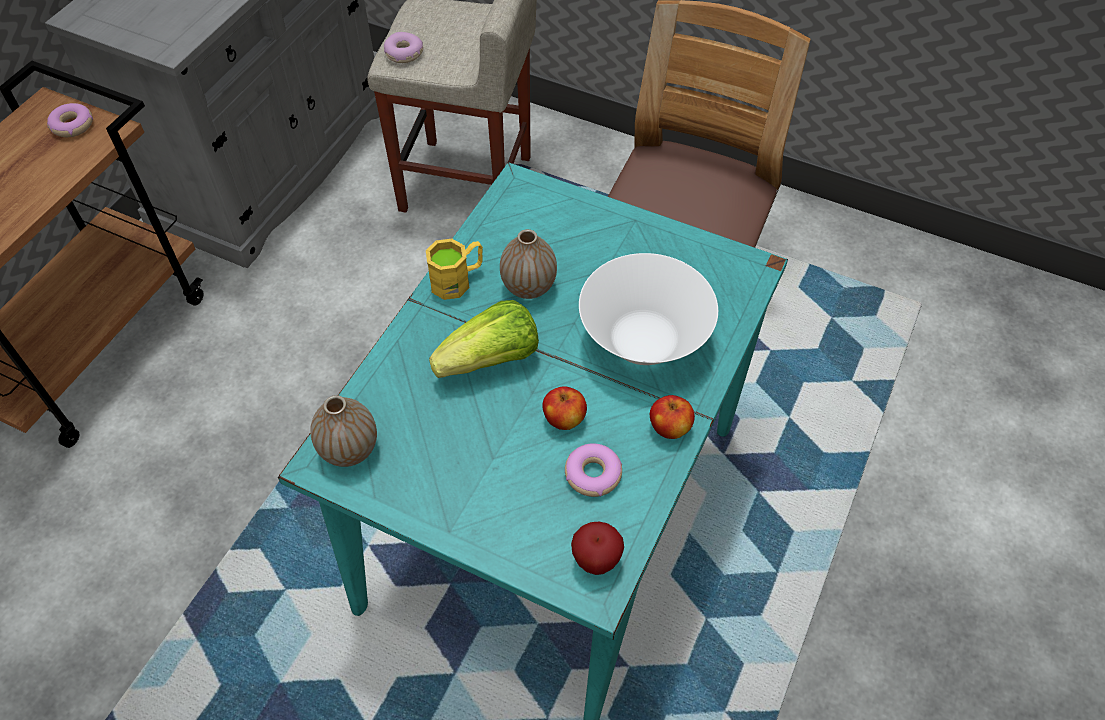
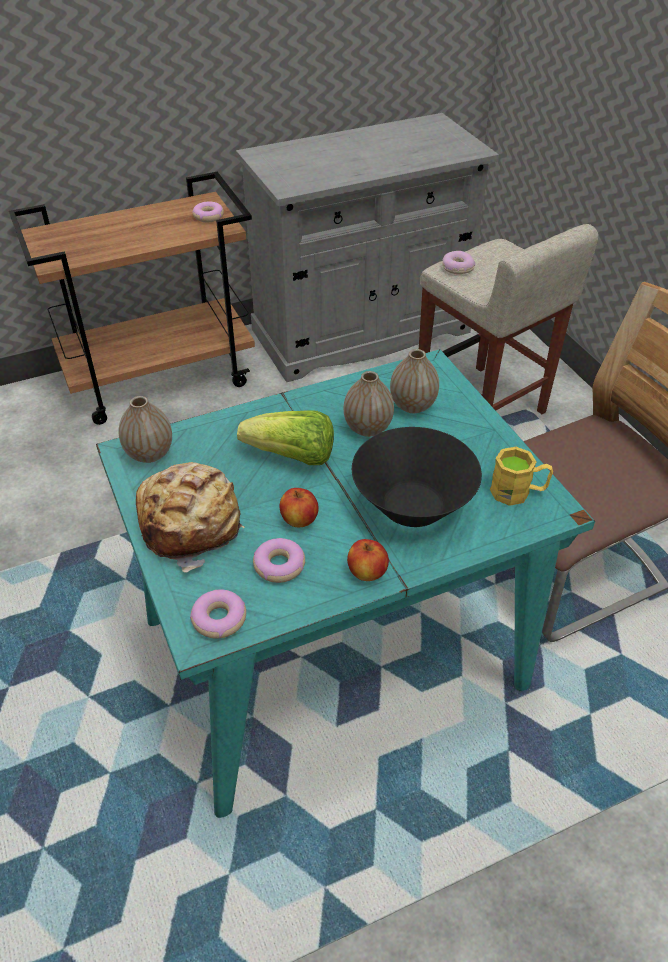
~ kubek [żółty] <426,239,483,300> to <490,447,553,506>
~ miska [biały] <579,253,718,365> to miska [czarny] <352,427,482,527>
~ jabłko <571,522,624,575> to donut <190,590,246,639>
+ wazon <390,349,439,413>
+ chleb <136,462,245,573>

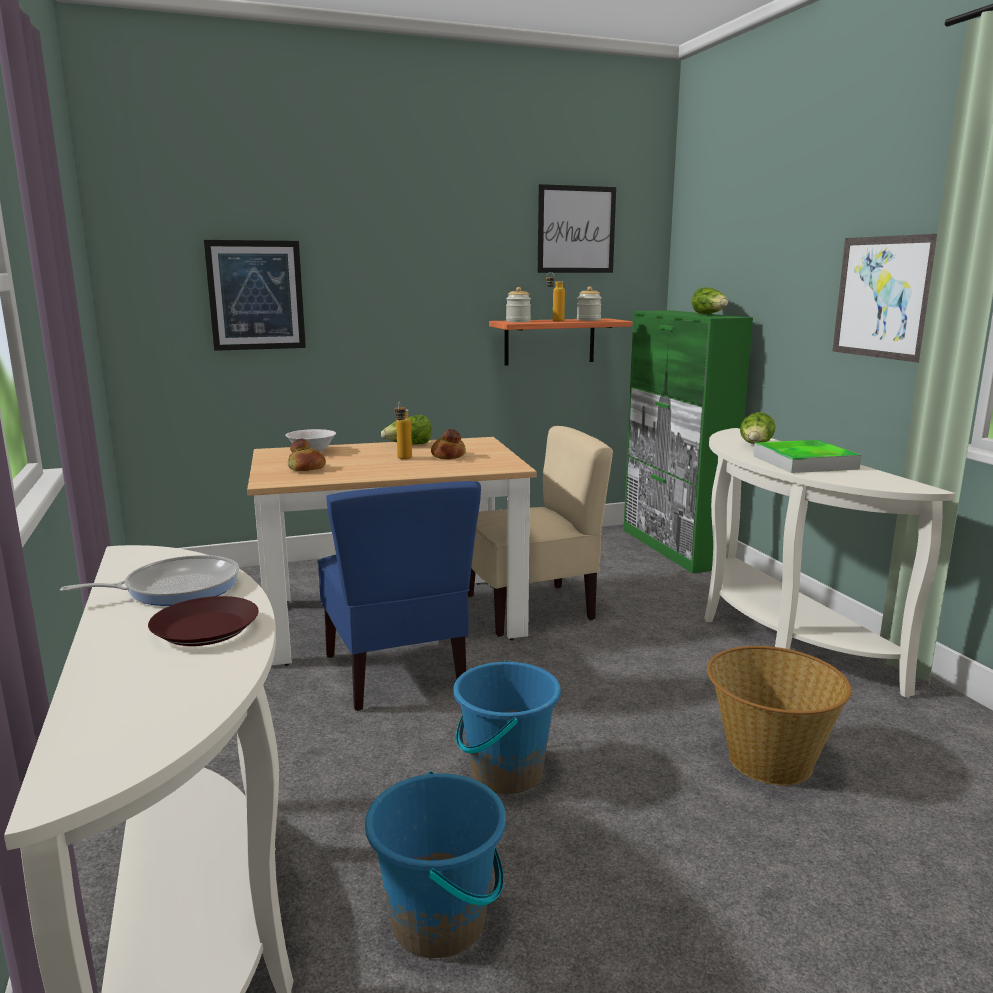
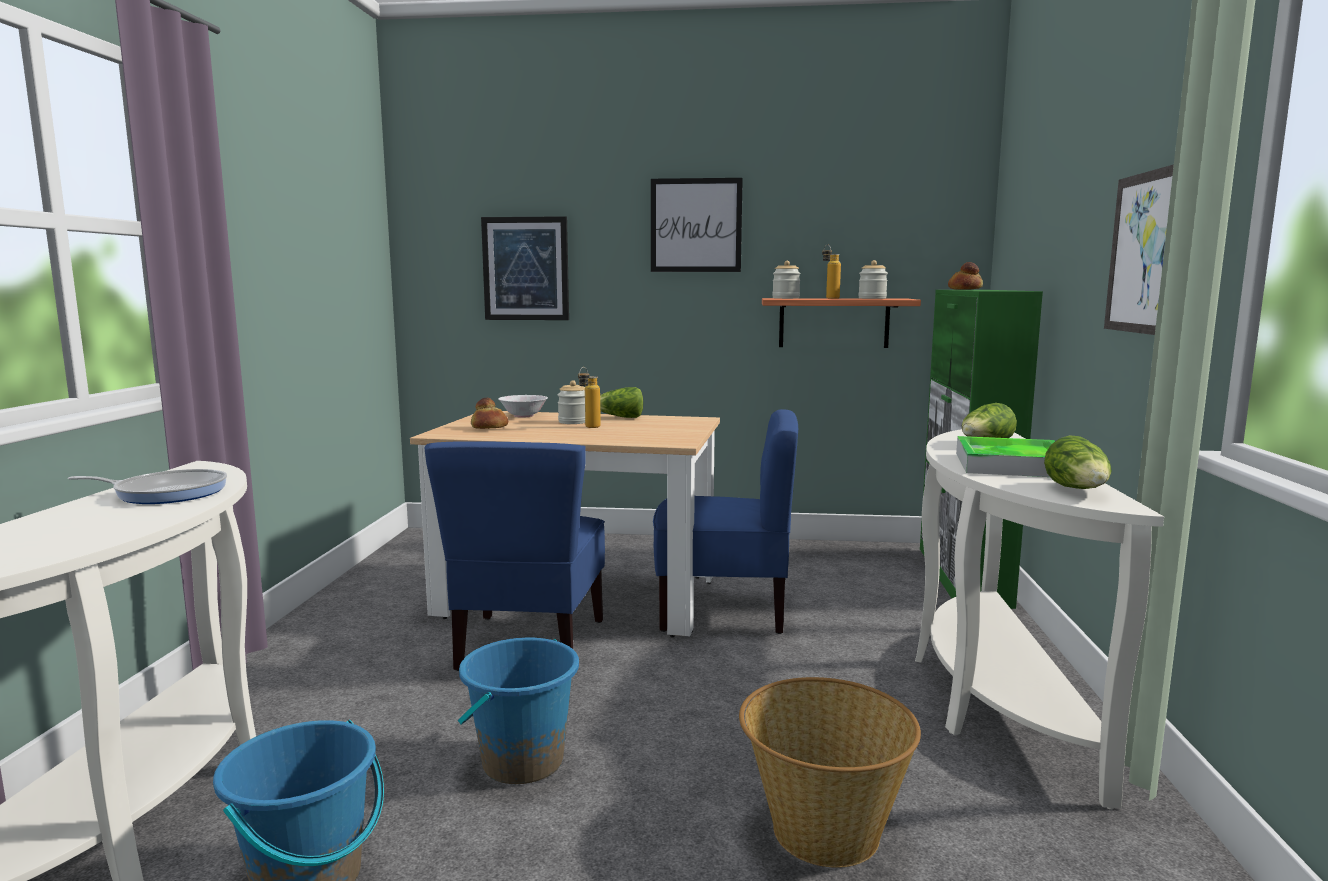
~ obraz <537,184,616,273> to <651,178,743,272>
~ sałata <692,287,728,314> to <1044,436,1112,489>
~ krzesło [beżowy] <468,426,613,637> to krzesło [niebieski] <653,409,798,634>
~ chleb <431,429,466,459> to <948,262,983,290>
- talerz [brązowy] <148,596,258,646>
+ słoik <558,380,585,424>

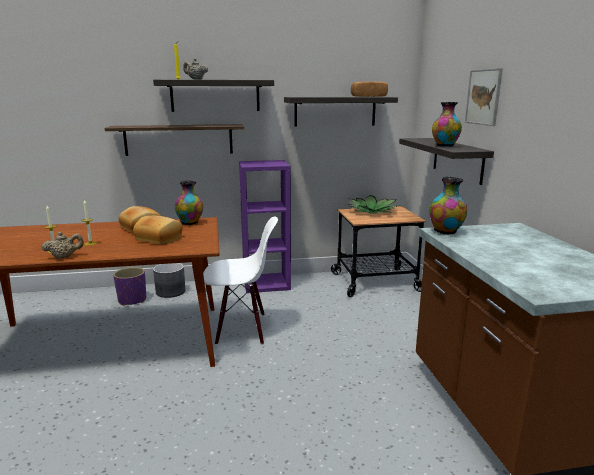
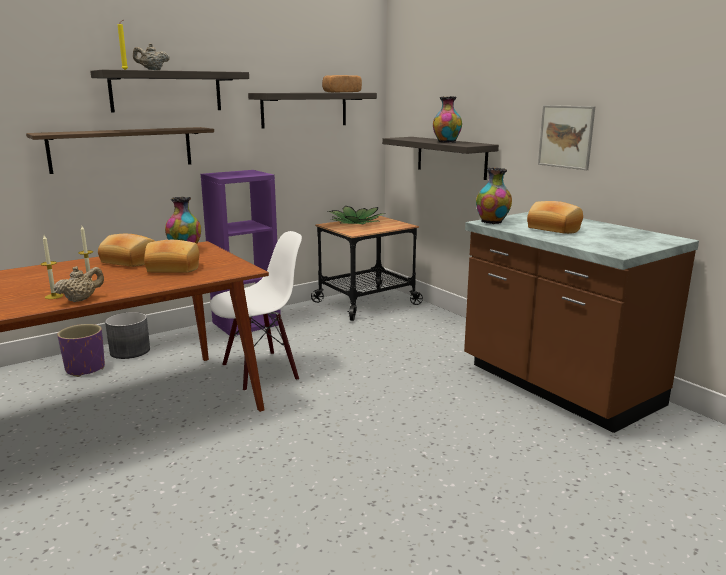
~ obraz <465,68,503,126> to <538,105,595,170>
+ chleb <527,201,583,234>

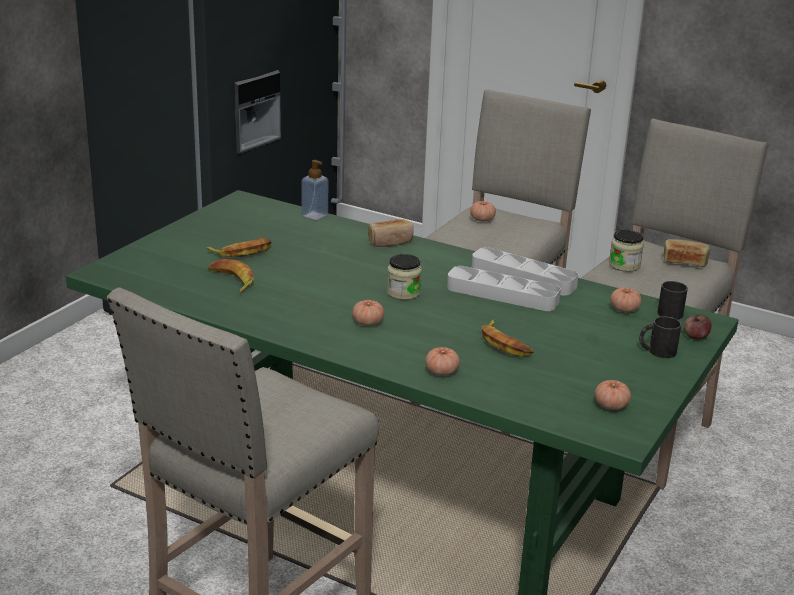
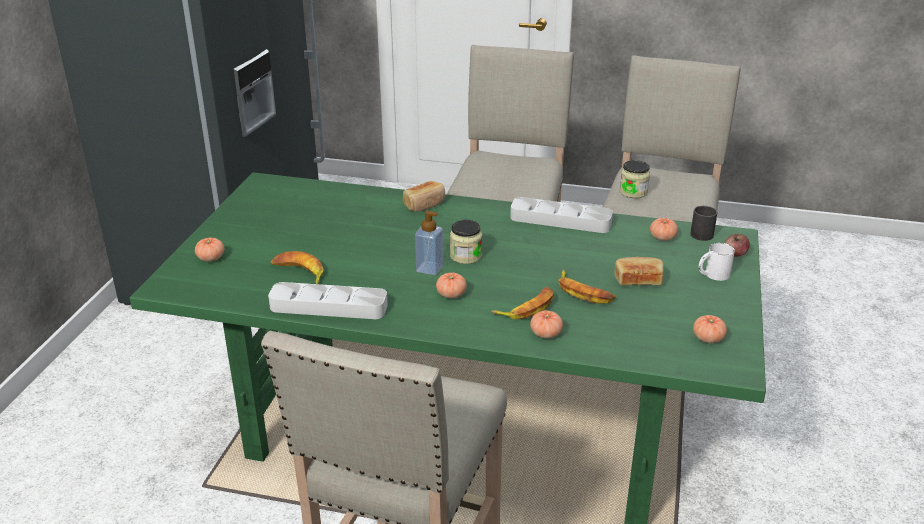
~ dozownik mydła <301,160,328,220> to <415,211,443,275>
~ pomidor <470,201,496,222> to <195,238,224,261>
~ banan <206,238,272,257> to <491,287,554,320>
~ chleb <663,239,710,267> to <615,257,664,285>
~ taca [szary] <447,266,561,311> to <268,282,388,319>
~ kubek [czarny] <639,316,681,358> to kubek [biały] <699,243,735,281>

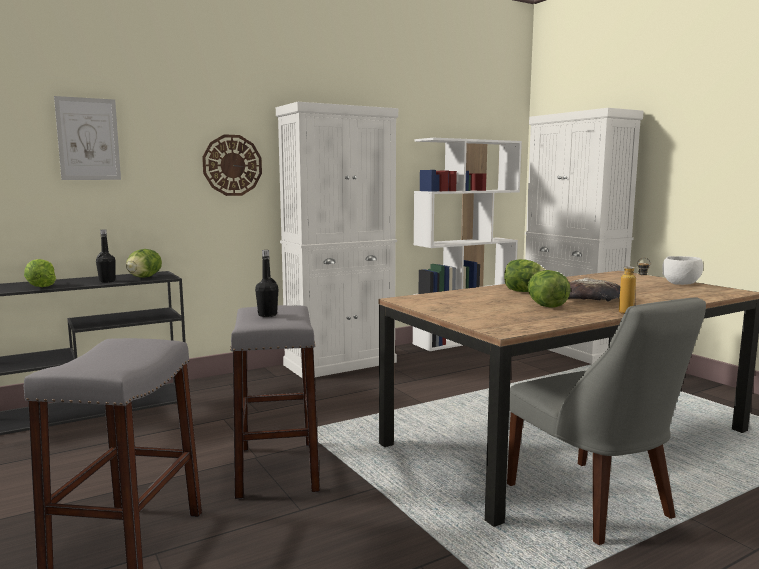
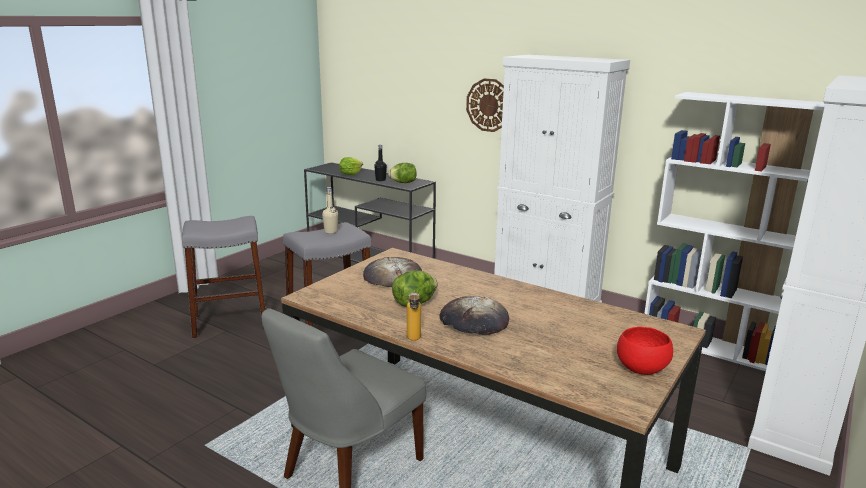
- obraz <54,96,121,180>
~ butelka [czarny] <255,250,278,317> to butelka [beżowy] <322,187,338,234>
~ miska [biały] <662,256,703,285> to miska [czerwony] <617,327,673,375>
- sałata <504,259,546,292>
+ chleb <363,257,422,287>

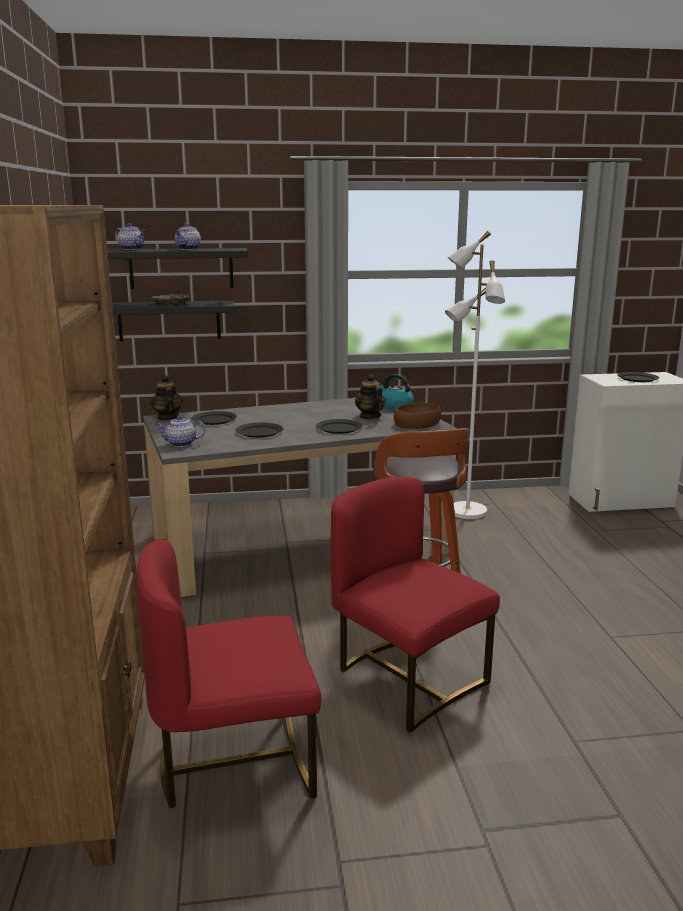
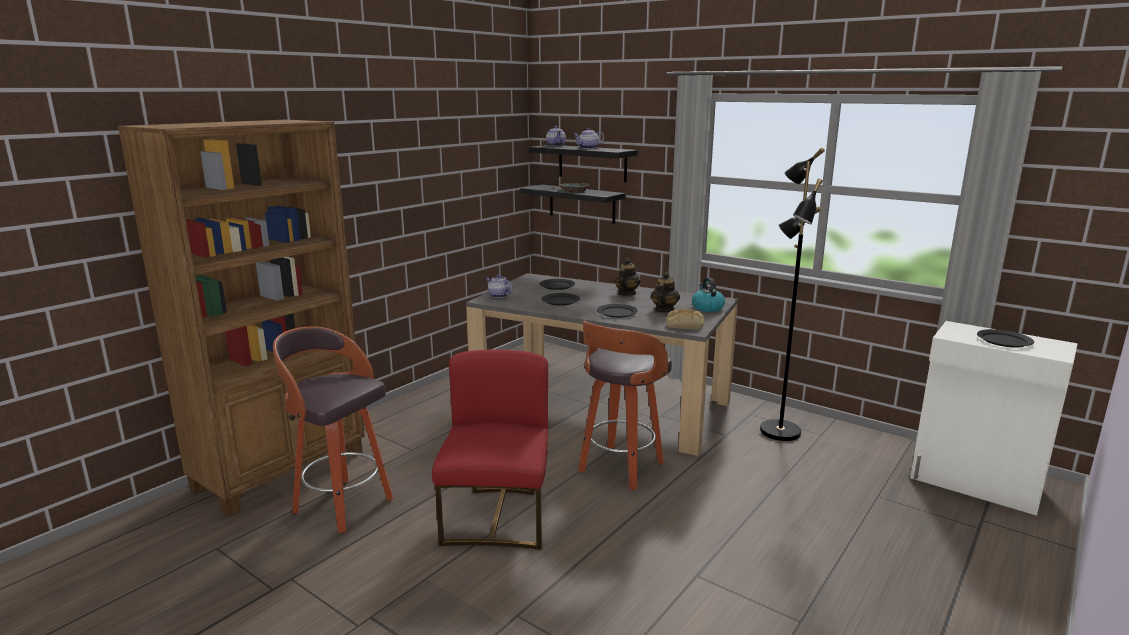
~ lampa stojąca [biały] <445,231,505,519> to lampa stojąca [czarny] <760,147,825,441>
~ imbryk <150,375,183,420> to <614,258,641,296>
~ miska [brązowy] <394,403,441,429> to chleb <666,309,704,330>
~ krzesło [czerwony] <136,539,321,808> to stołek <273,326,393,533>

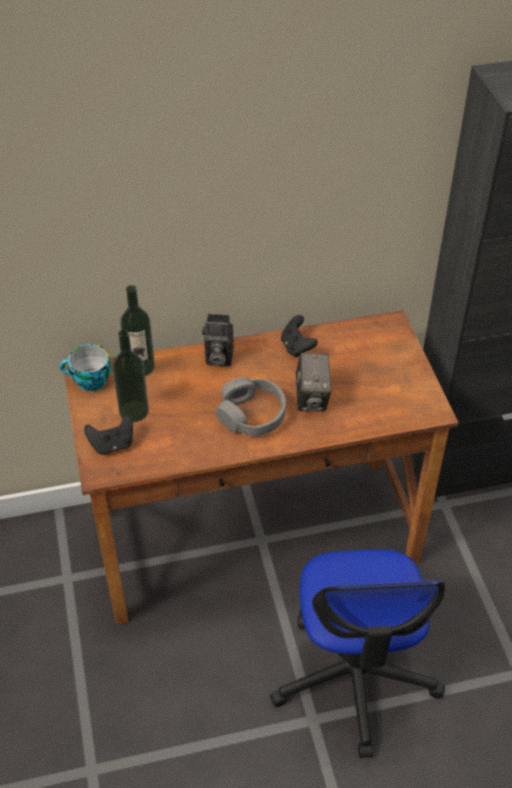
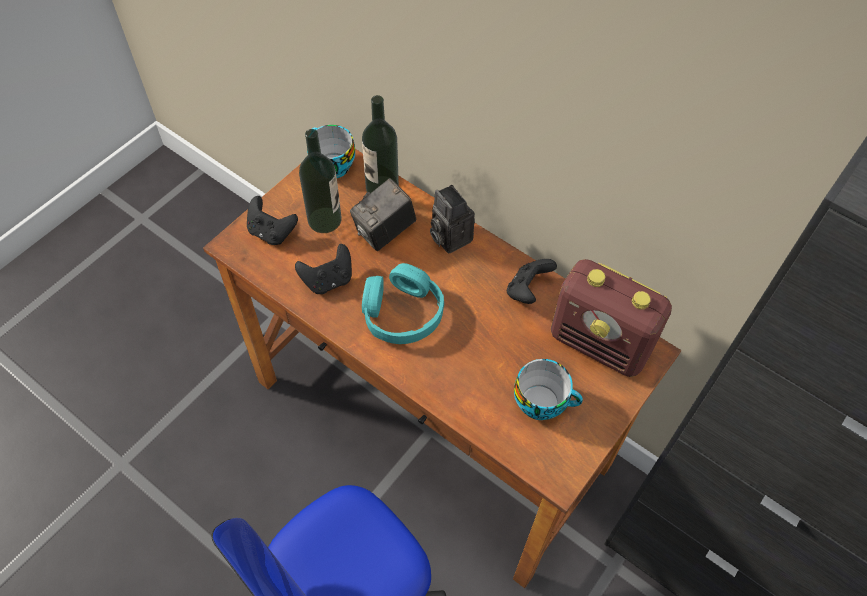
~ aparat fotograficzny <296,353,331,412> to <350,178,416,251>
~ słuchawki [szary] <216,377,286,436> to słuchawki [turkusowy] <362,263,444,344>
+ pad do gier [czarny] <295,244,352,294>
+ radio <550,259,672,377>
+ filiżanka <514,359,583,420>

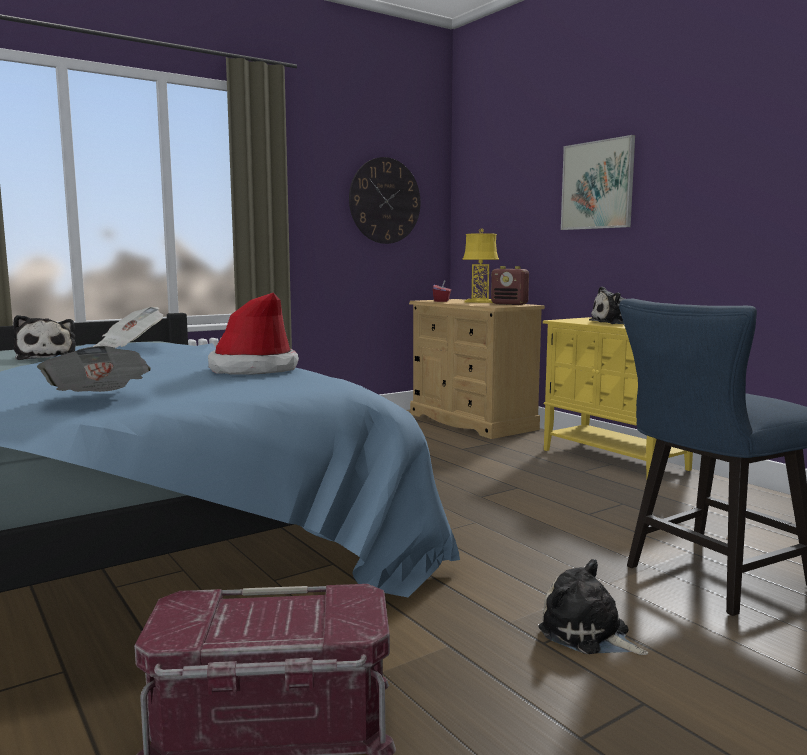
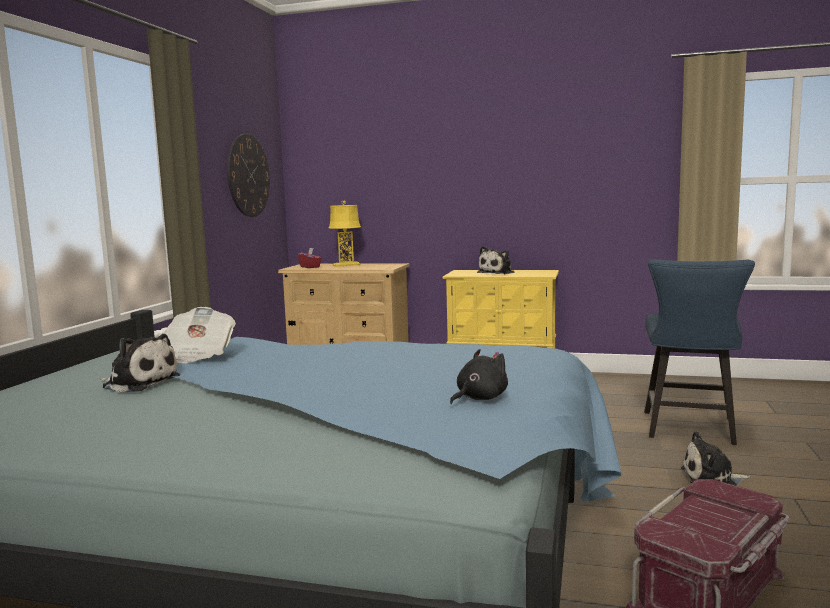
- obraz <561,135,635,230>
- radio <491,266,529,305>
- kapelusz <208,293,299,375>
~ gazeta <37,346,151,392> to pluszak [czarny] <450,349,508,404>

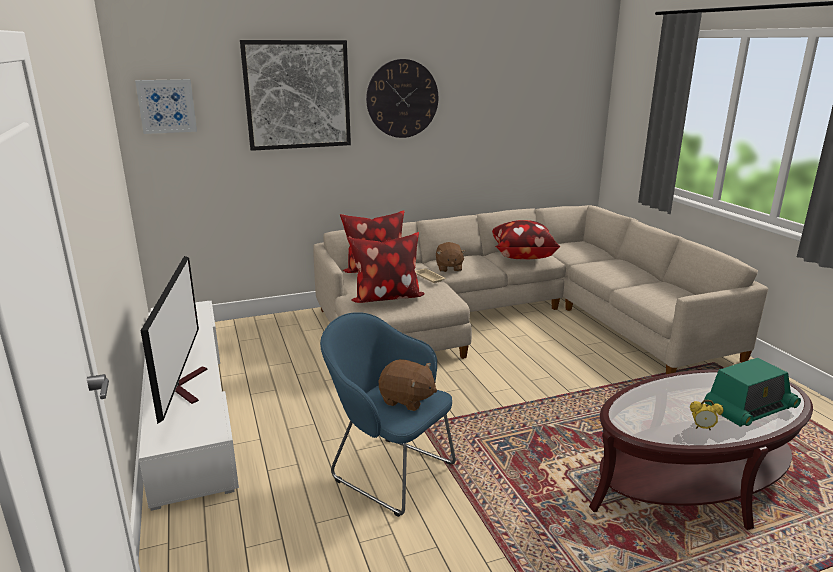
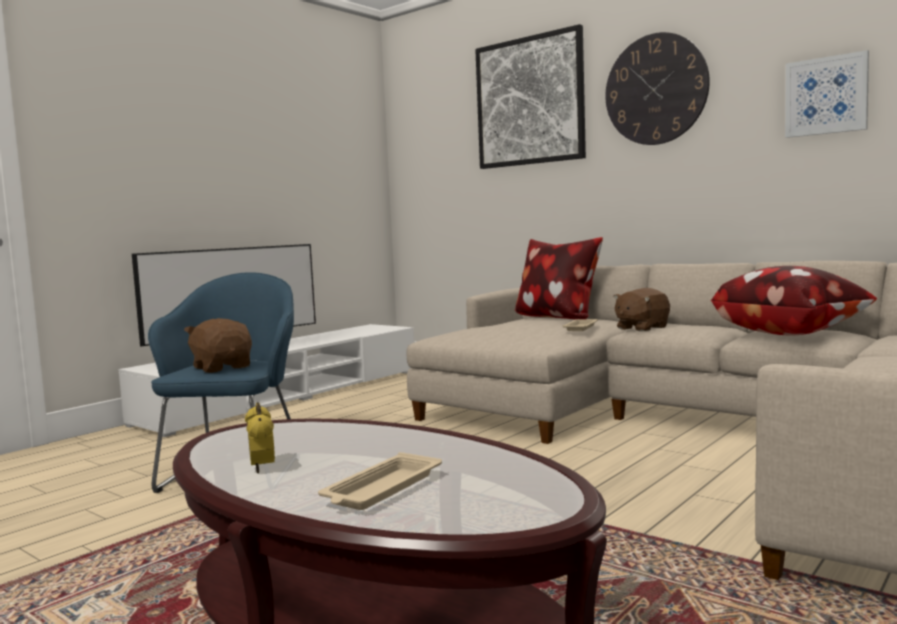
~ obraz <135,79,197,134> to <785,50,869,138>
- poduszka <347,232,425,303>
~ radio <704,358,801,427> to taca [beżowy] <318,452,442,510>
~ pluszak [brązowy] <379,359,437,411> = <184,318,252,373> 150 degrees clockwise

